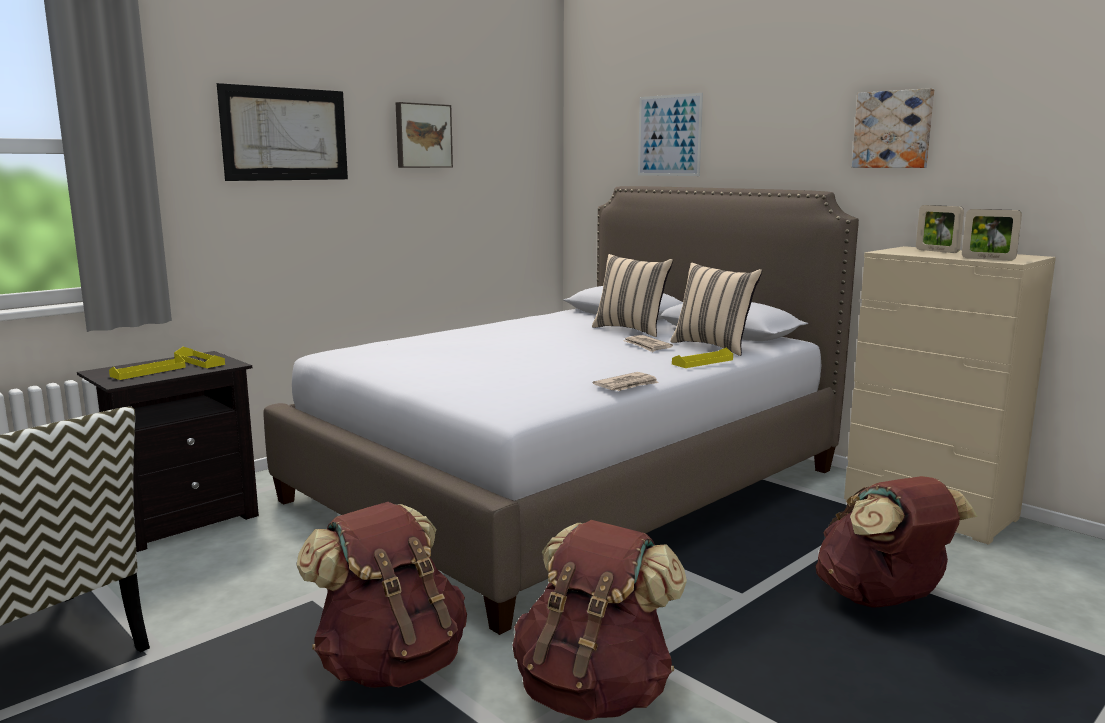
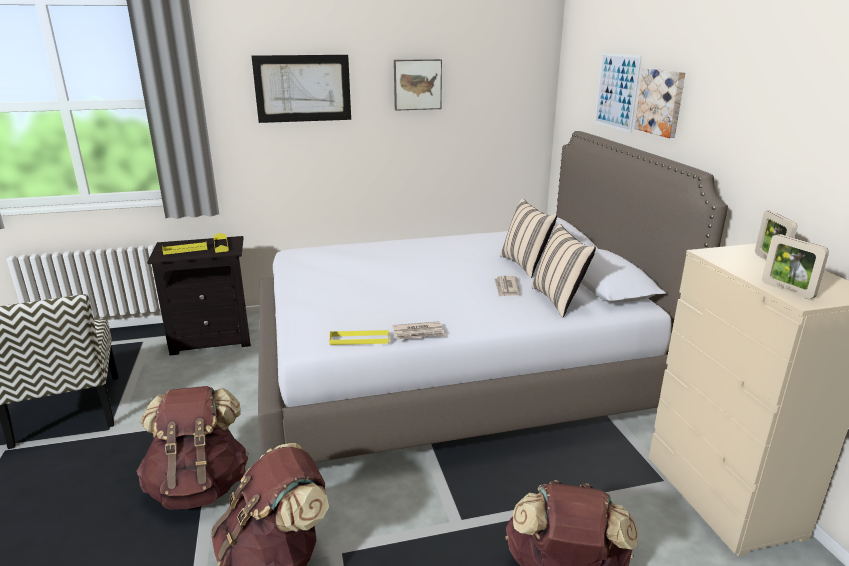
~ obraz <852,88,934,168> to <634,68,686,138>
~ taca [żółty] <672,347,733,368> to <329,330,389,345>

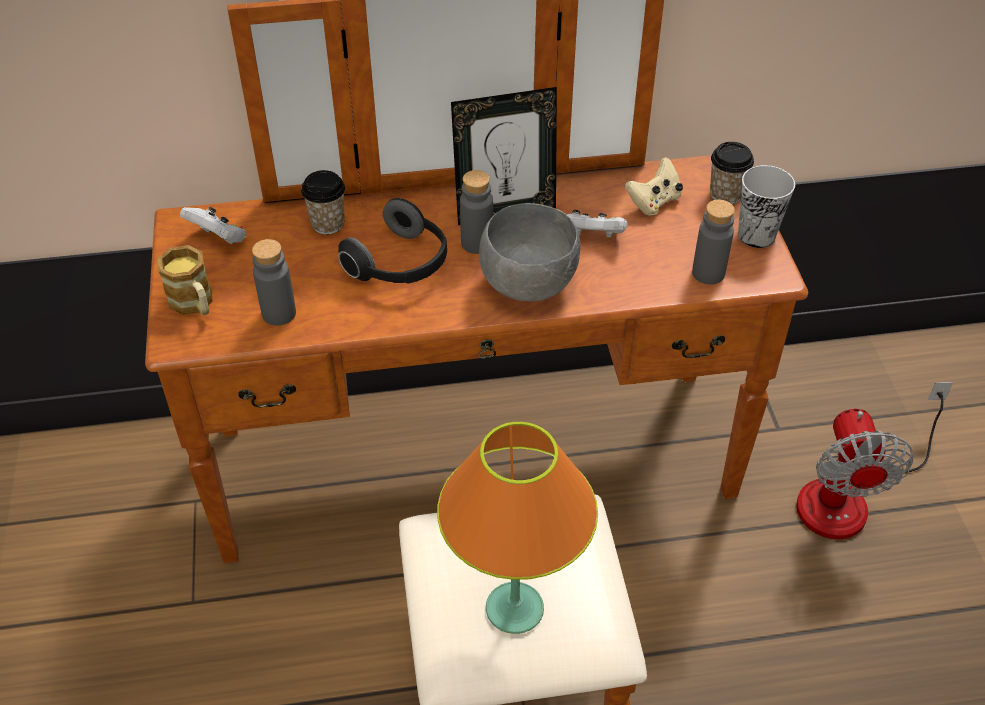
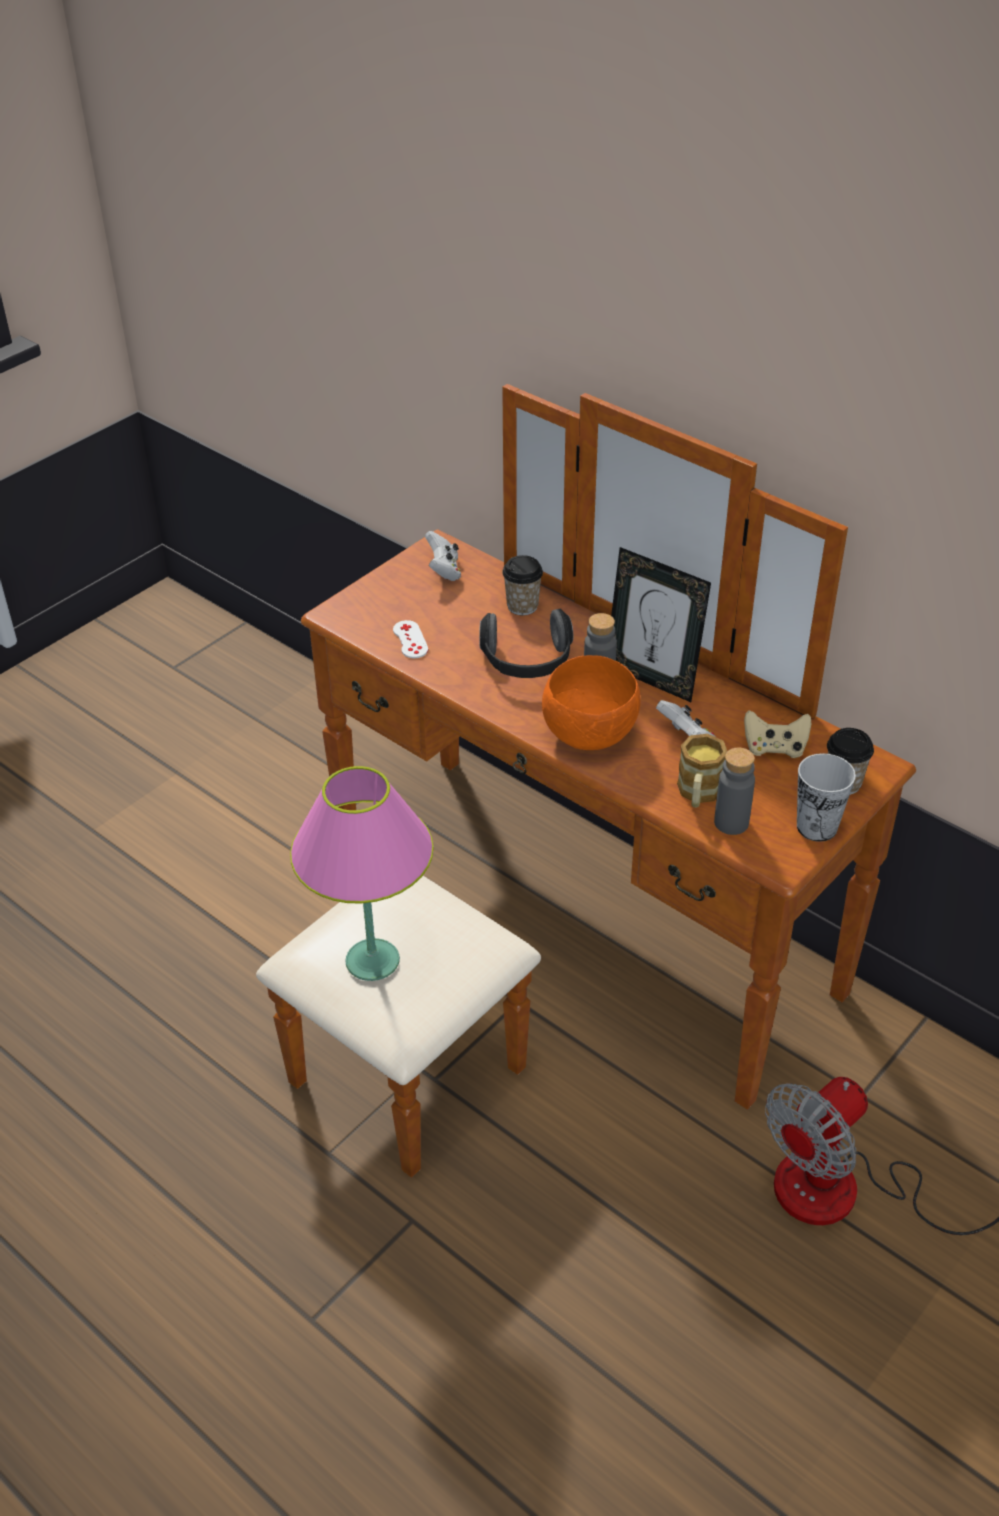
~ miska [szary] <479,203,580,301> to miska [pomarańczowy] <542,655,640,750>
~ butelka [szary] <252,239,296,326> to pad do gier [biały] <393,620,429,658>
~ kubek <157,245,213,315> to <677,734,727,807>
~ lampa stołowa [pomarańczowy] <437,422,598,634> to lampa stołowa [różowy] <290,766,434,981>

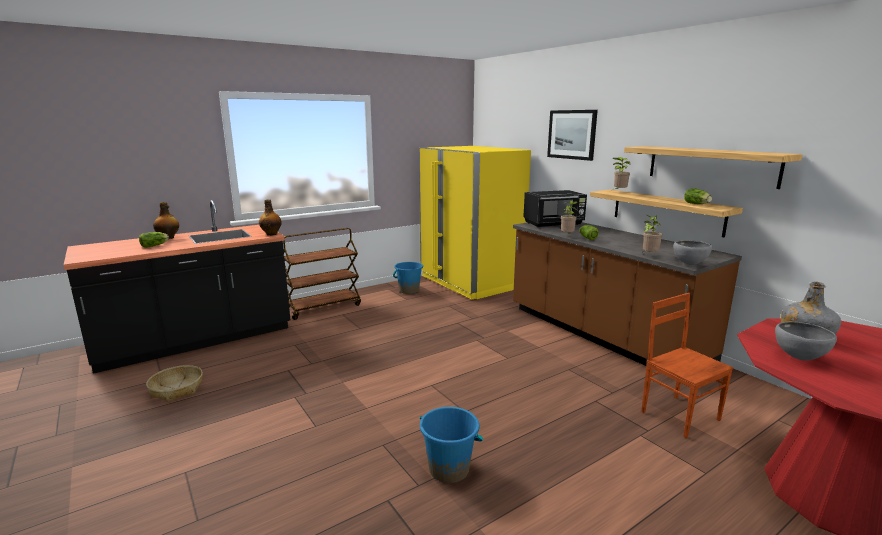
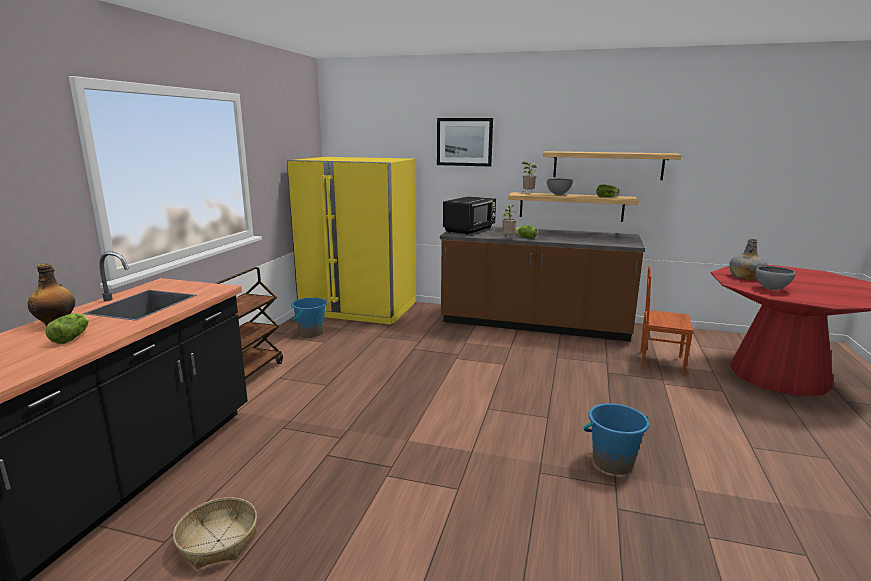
- butelka <259,200,282,236>
- roślina doniczkowa <642,215,663,253>
~ miska [szary] <673,240,712,265> to <547,178,573,195>

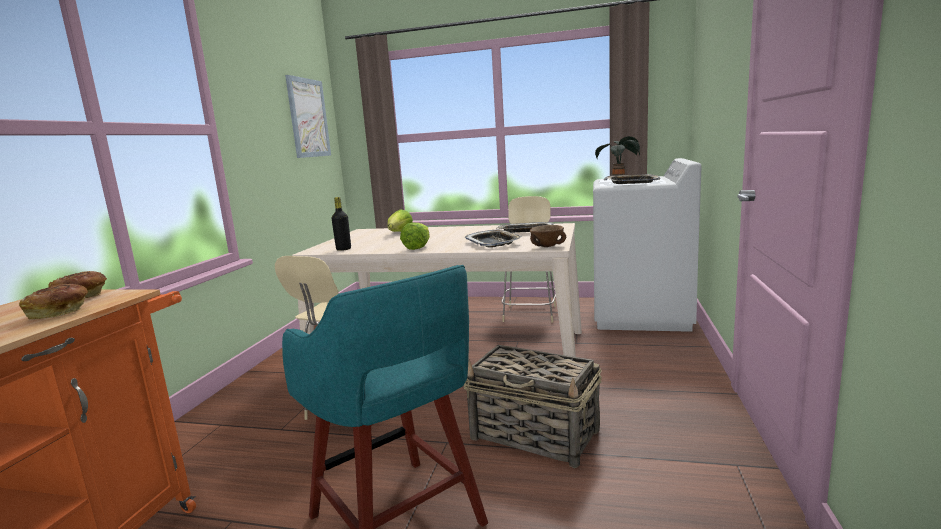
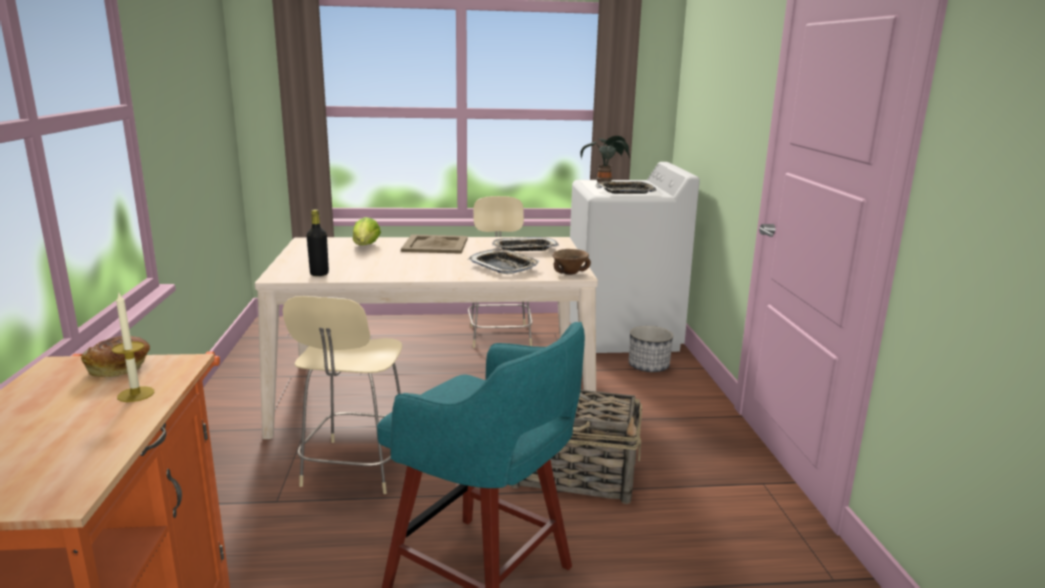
- obraz <285,75,331,158>
- sałata <400,222,430,250>
~ chleb <19,284,88,320> to świeca <112,293,154,402>
+ taca [beżowy] <401,234,468,254>
+ donica <629,326,673,372>

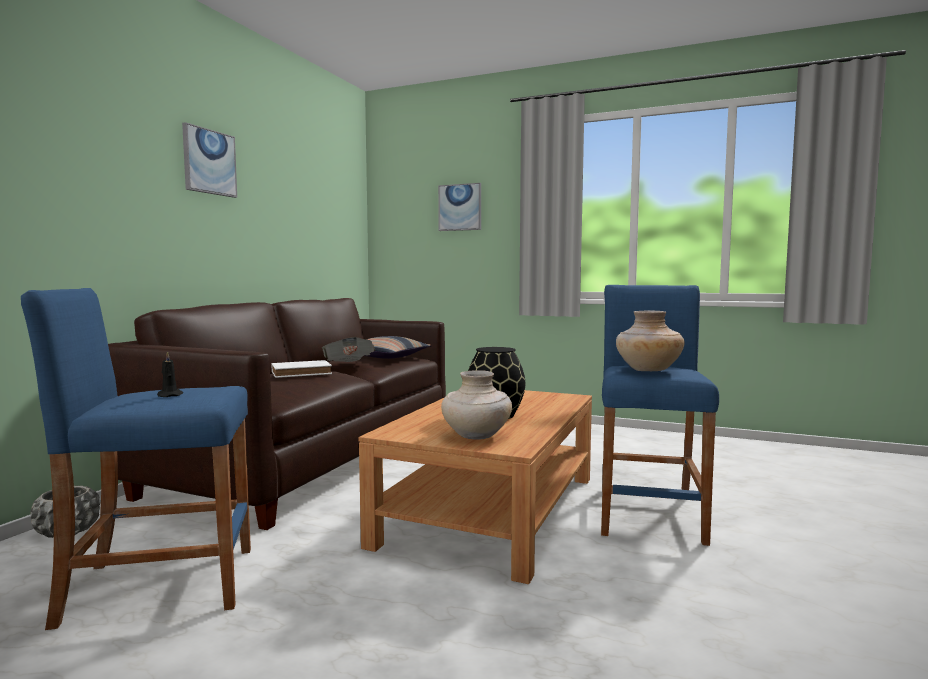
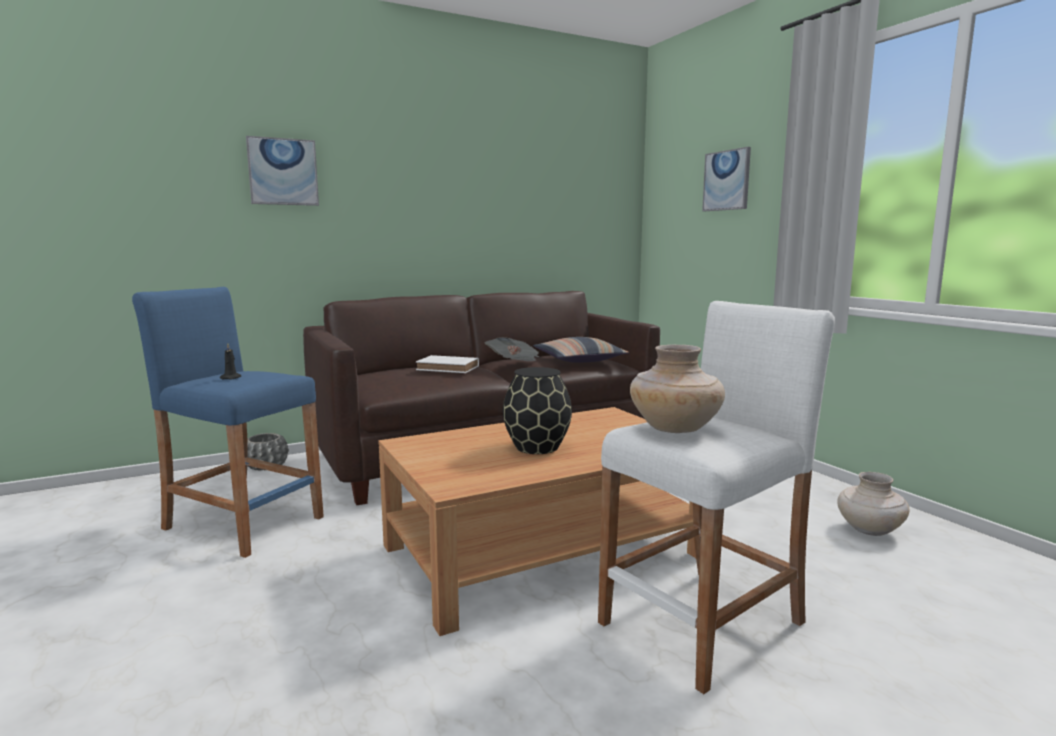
~ obraz <182,122,237,198> to <246,136,319,206>
~ stołek [niebieski] <601,285,719,546> to stołek [biały] <598,301,835,694>
~ wazon [beżowy] <441,370,512,440> to <837,472,910,536>

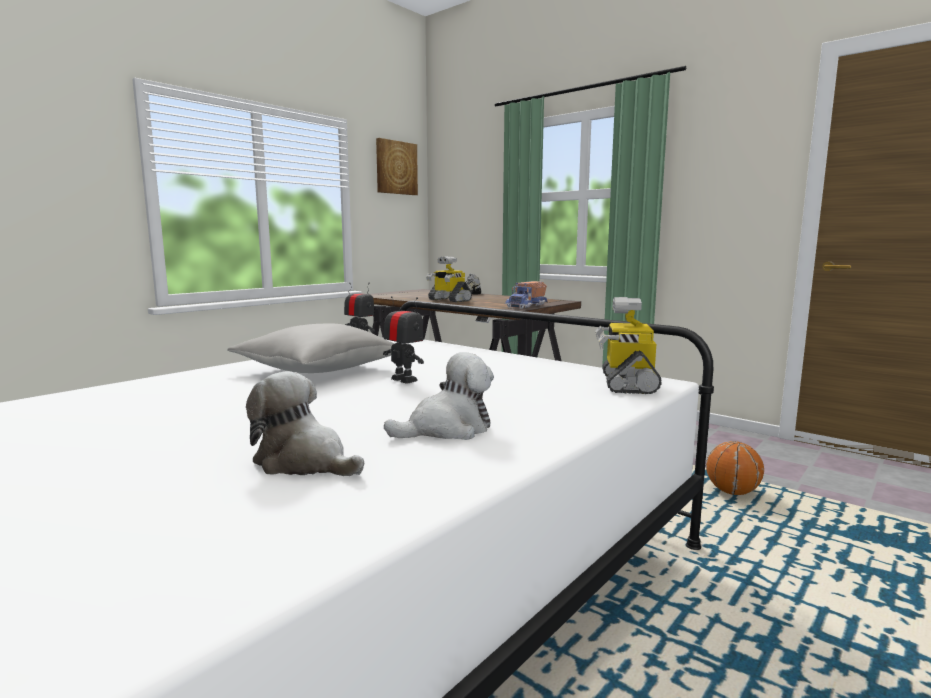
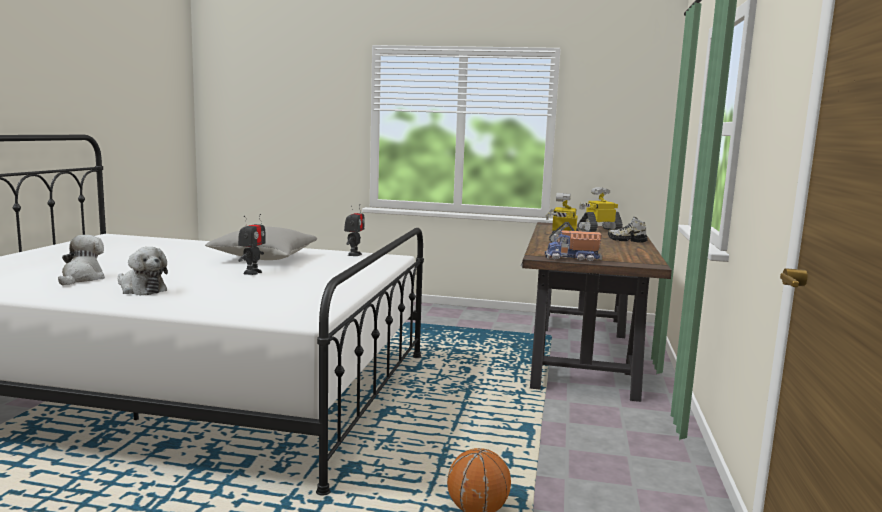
- obraz <376,138,418,195>
~ robot zabawkowy <595,297,662,394> to <578,187,623,232>

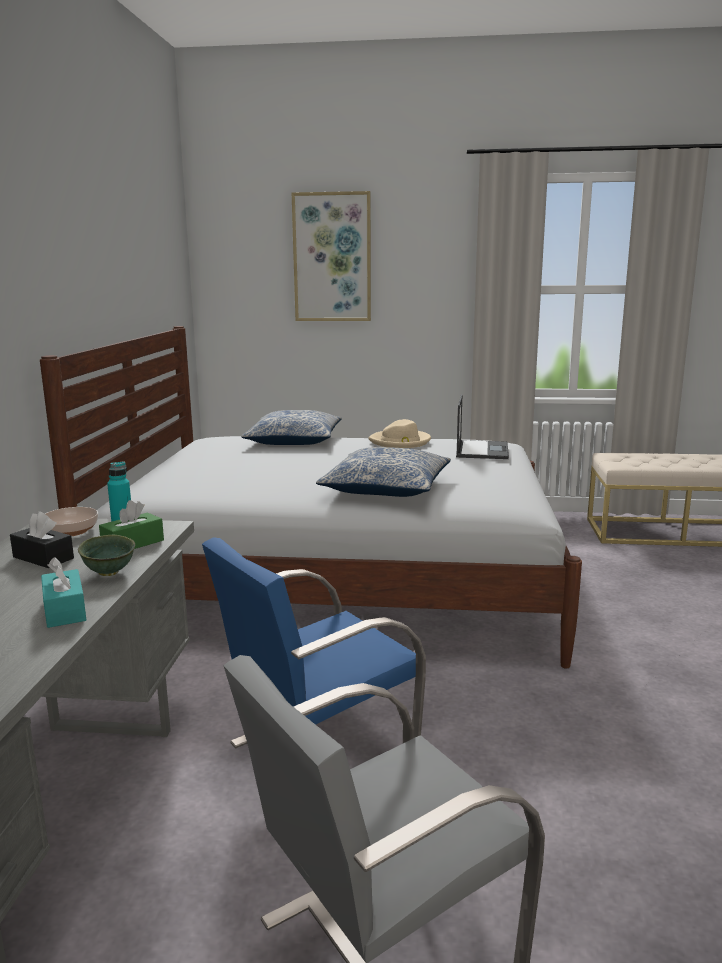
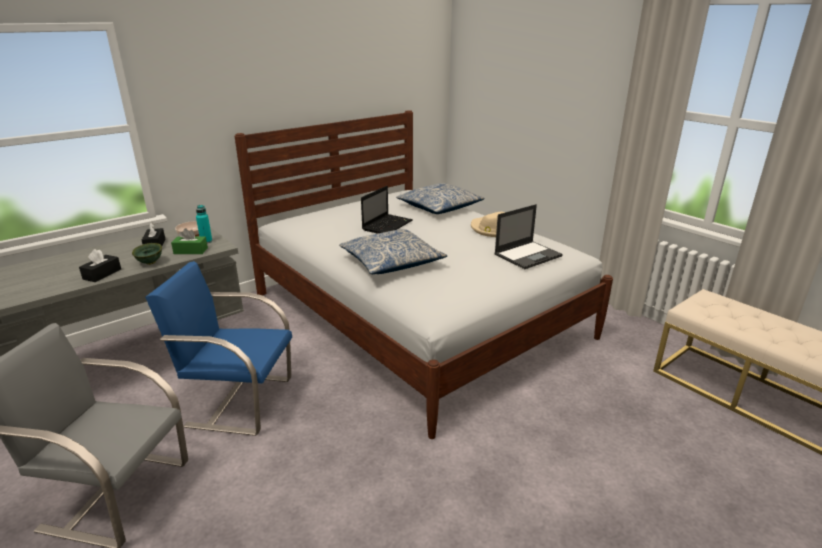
- obraz <292,191,371,321>
~ pudełko chusteczek [turkusowy] <41,557,86,628> to pudełko chusteczek [czarny] <79,249,121,282>
+ laptop <361,186,413,234>

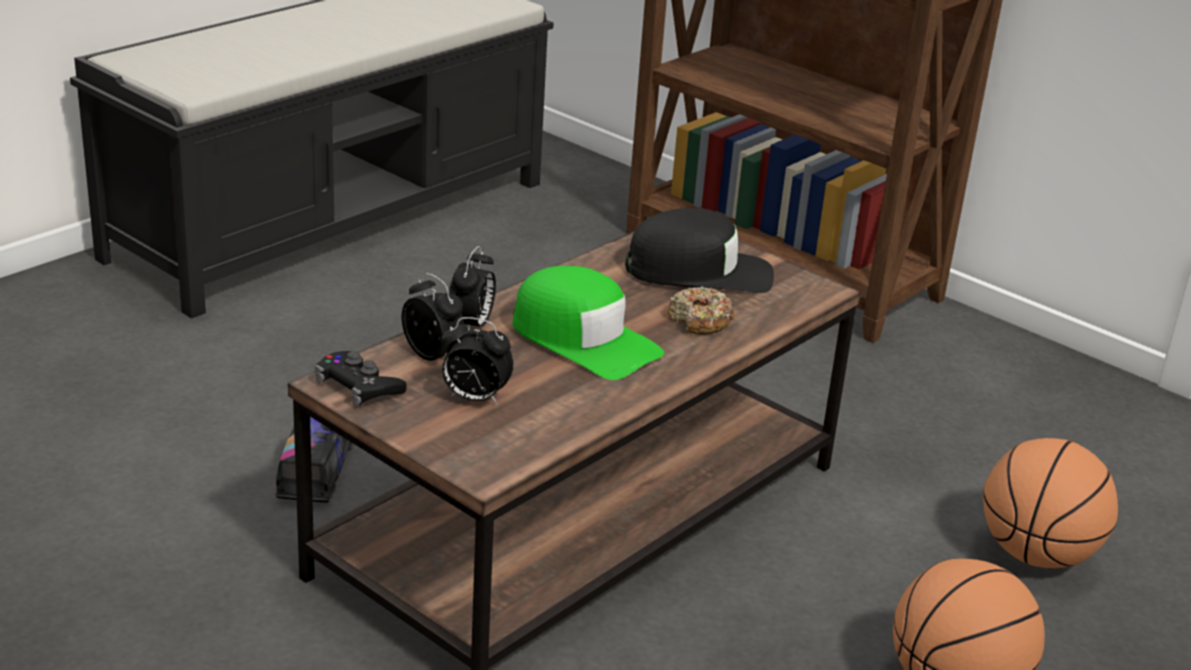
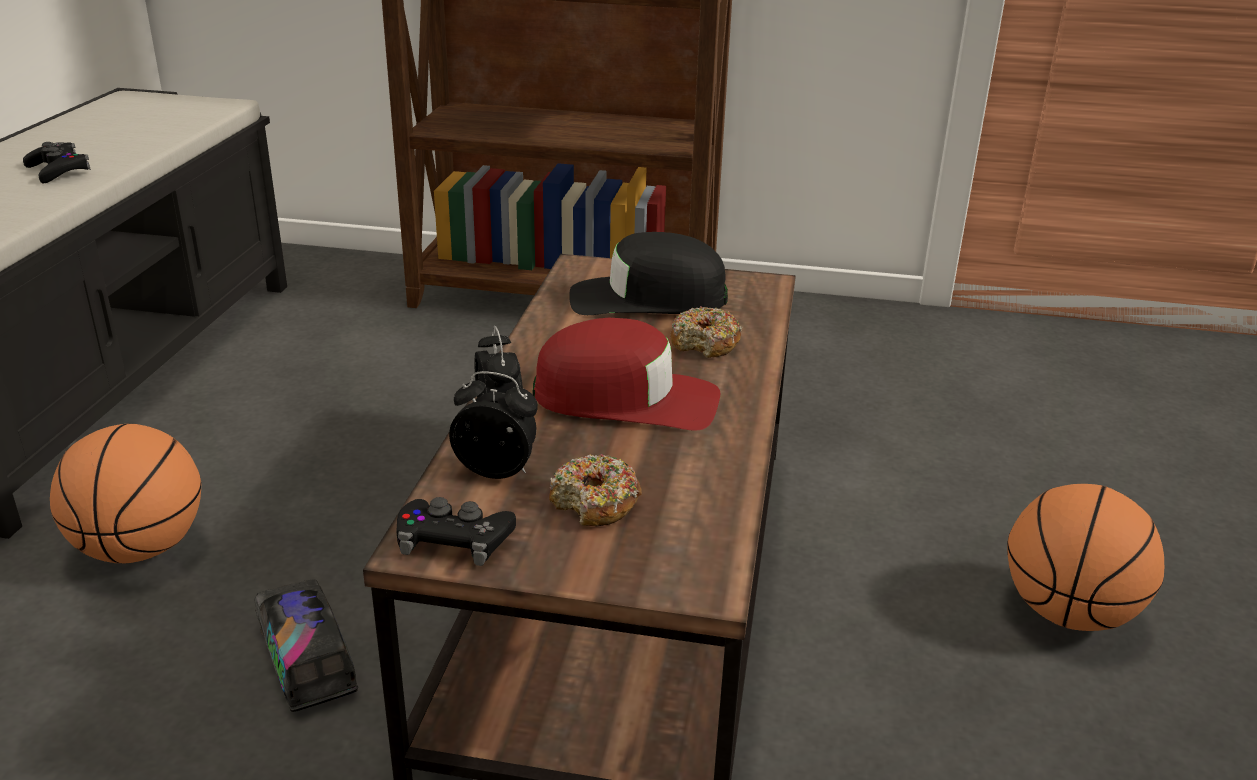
~ czapka z daszkiem [czarny] <625,208,774,293> = <569,232,728,315> 150 degrees counterclockwise
~ czapka z daszkiem [zielony] <513,266,664,380> to czapka z daszkiem [czerwony] <532,318,720,431>
~ budzik <441,317,514,405> to donut <549,454,642,526>
~ piłka do koszykówki <983,438,1118,568> to <50,424,201,563>
+ pad do gier [czarny] <23,142,91,183>

